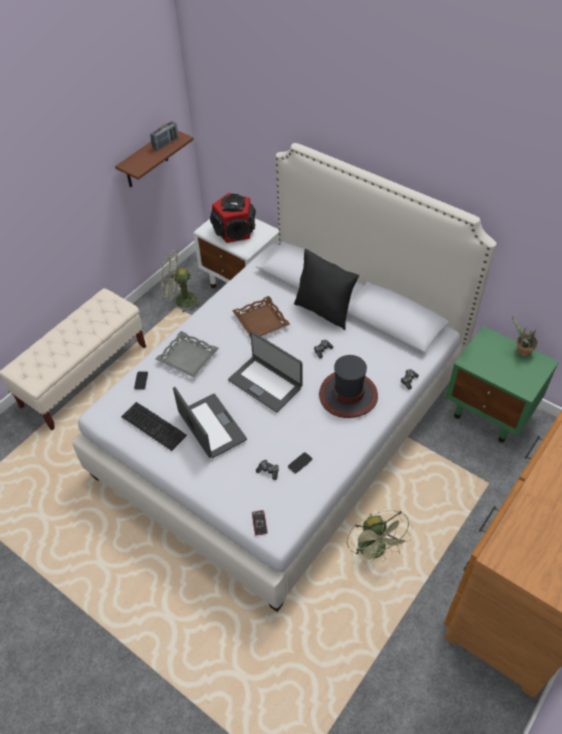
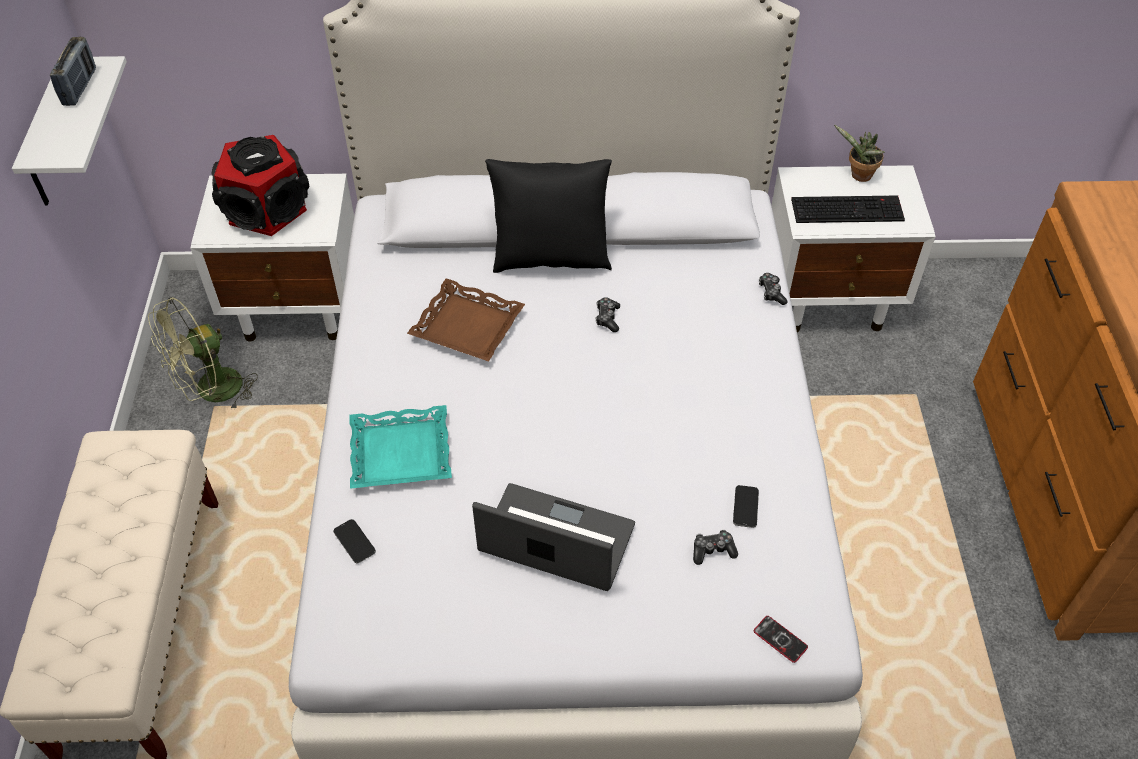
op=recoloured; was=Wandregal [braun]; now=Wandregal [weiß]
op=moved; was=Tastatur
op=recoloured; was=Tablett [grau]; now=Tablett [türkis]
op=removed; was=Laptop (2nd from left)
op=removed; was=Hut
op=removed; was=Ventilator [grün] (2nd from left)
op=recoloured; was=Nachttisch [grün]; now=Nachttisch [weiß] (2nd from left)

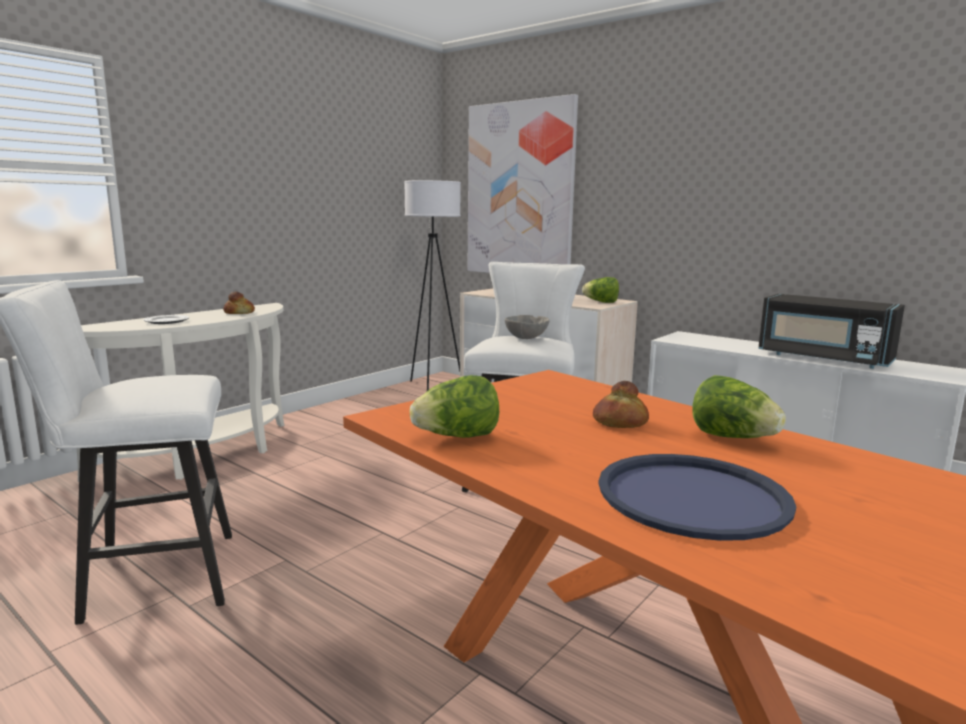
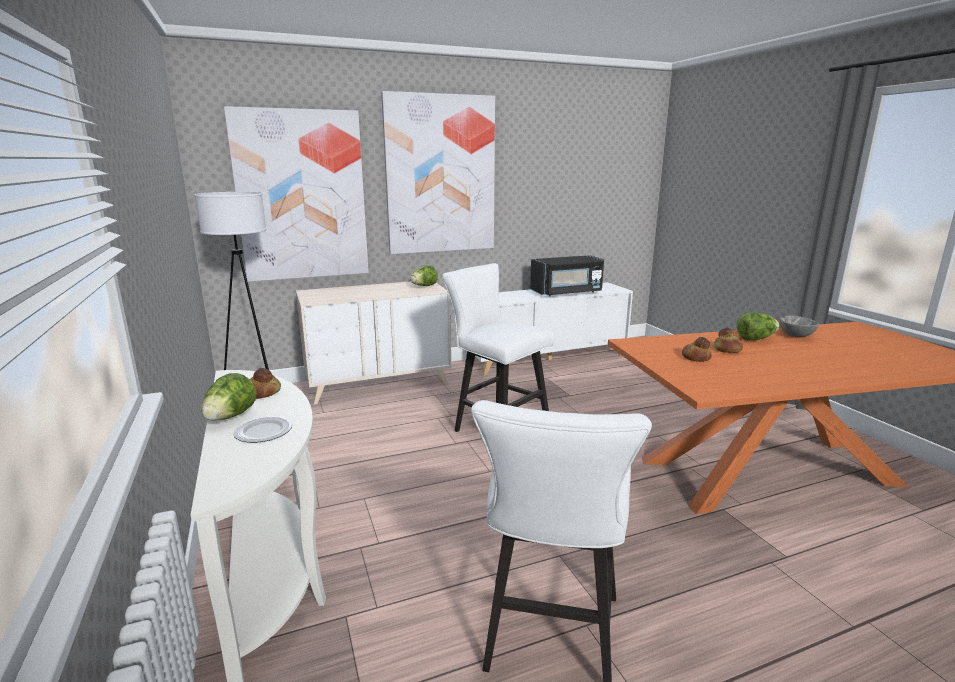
op=moved; was=Salatkopf (1st from left)
op=moved; was=Schüssel [grau]
op=removed; was=Tablett [blau]
op=added; now=Bild (2nd from left)
op=added; now=Brot (2nd from left)

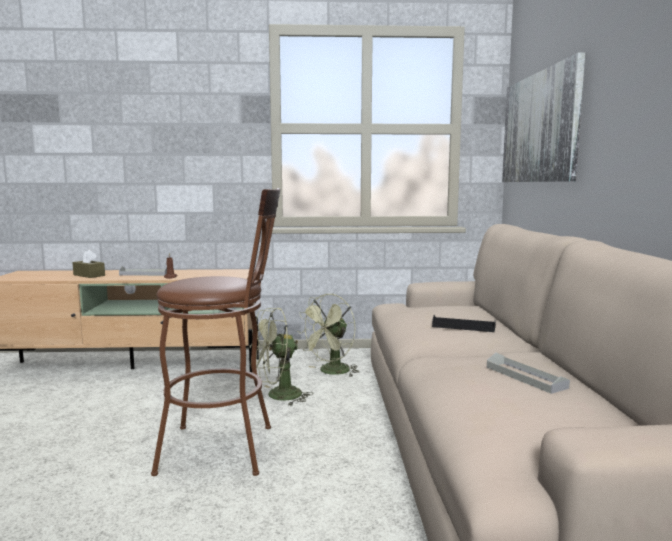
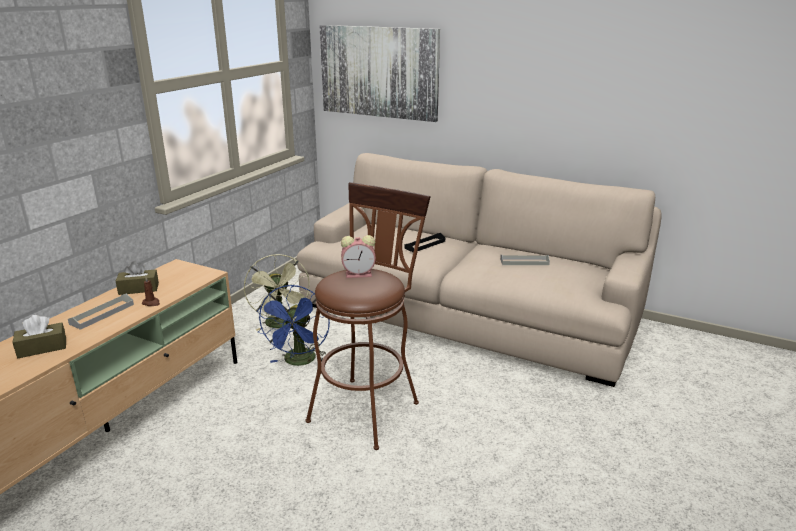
op=recoloured; was=Ventilator [grün] (1st from left); now=Ventilator [blau]
op=added; now=Taschentuchbox [braun] (2nd from left)
op=added; now=Wecker

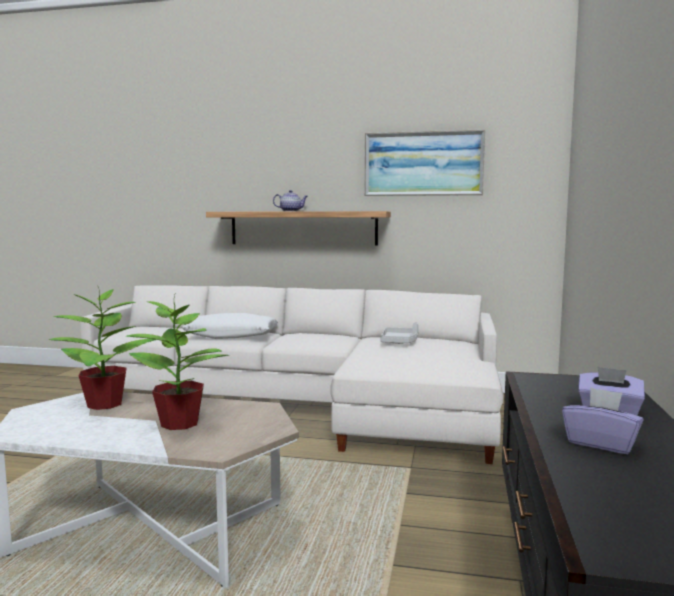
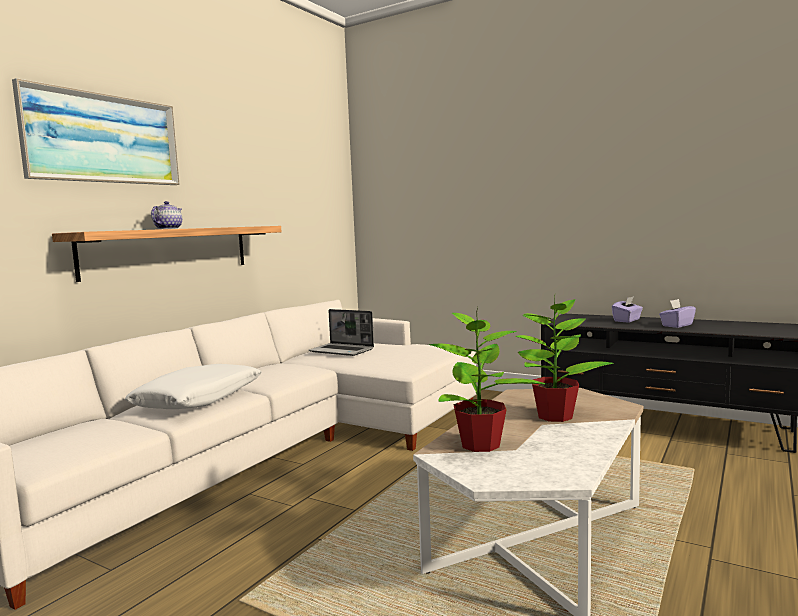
op=moved; was=Bild
op=replaced; was=Tablett [grau]; now=Laptop

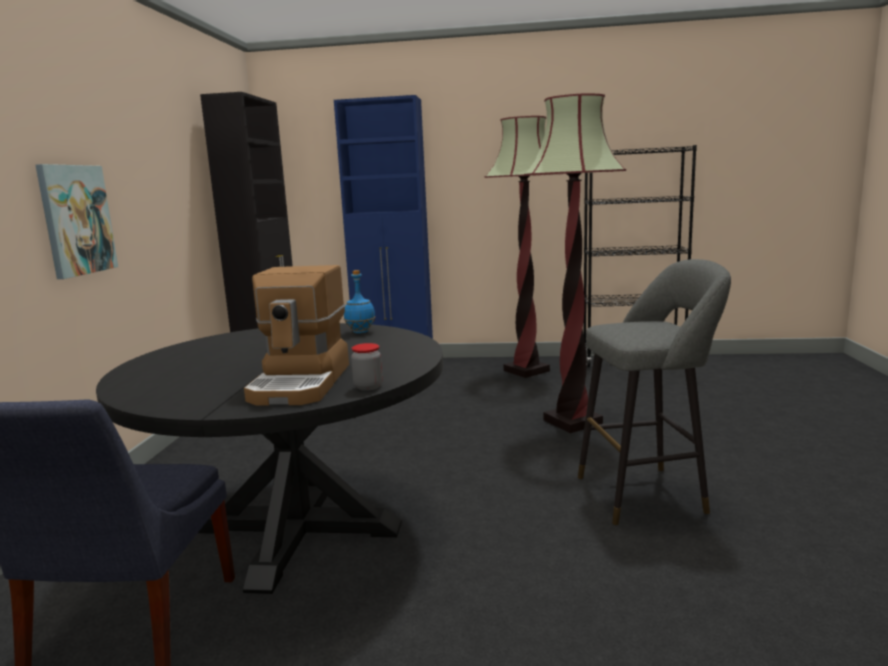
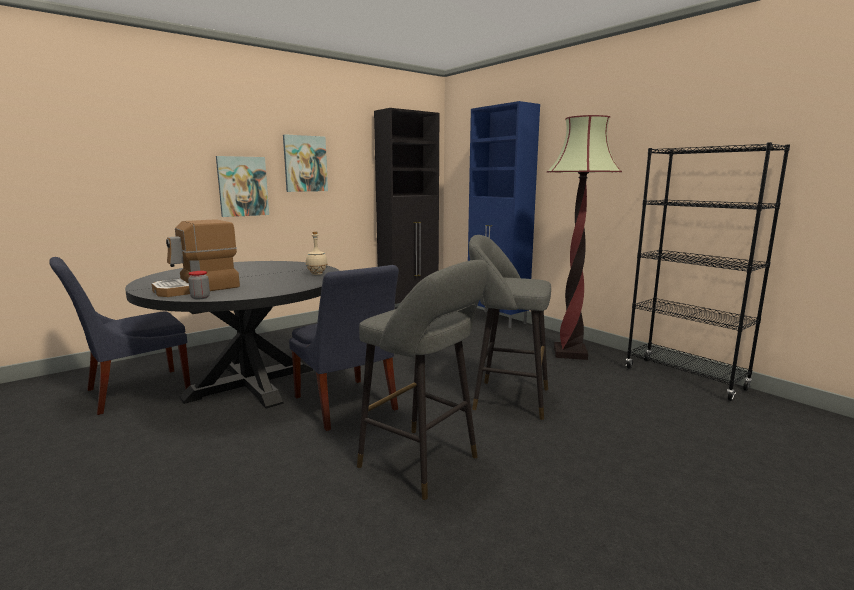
op=recoloured; was=Flasche [blau]; now=Flasche [beige]
op=replaced; was=Stehlampe (2nd from left); now=Hocker [grau] (2nd from left)
op=added; now=Bild (2nd from left)
op=added; now=Stuhl [blau] (2nd from left)

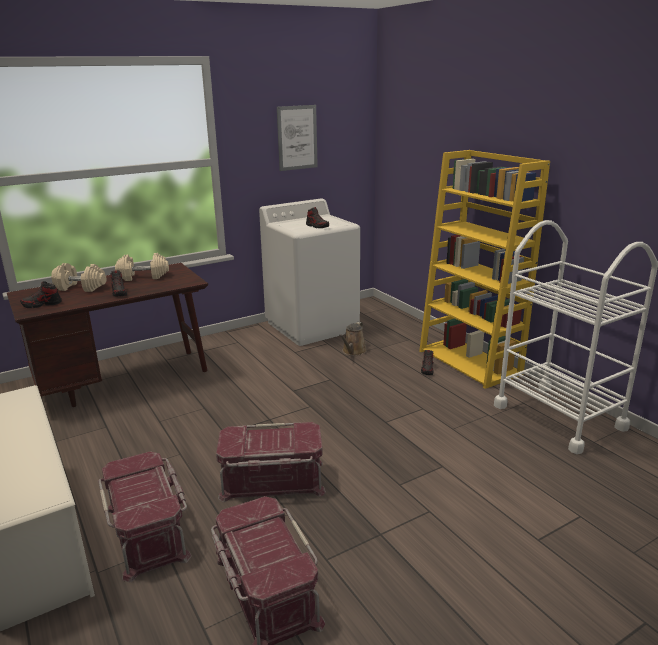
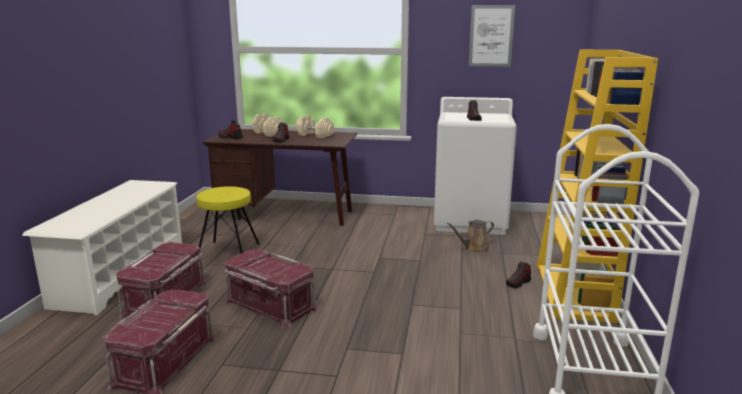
op=added; now=Hocker [gelb]

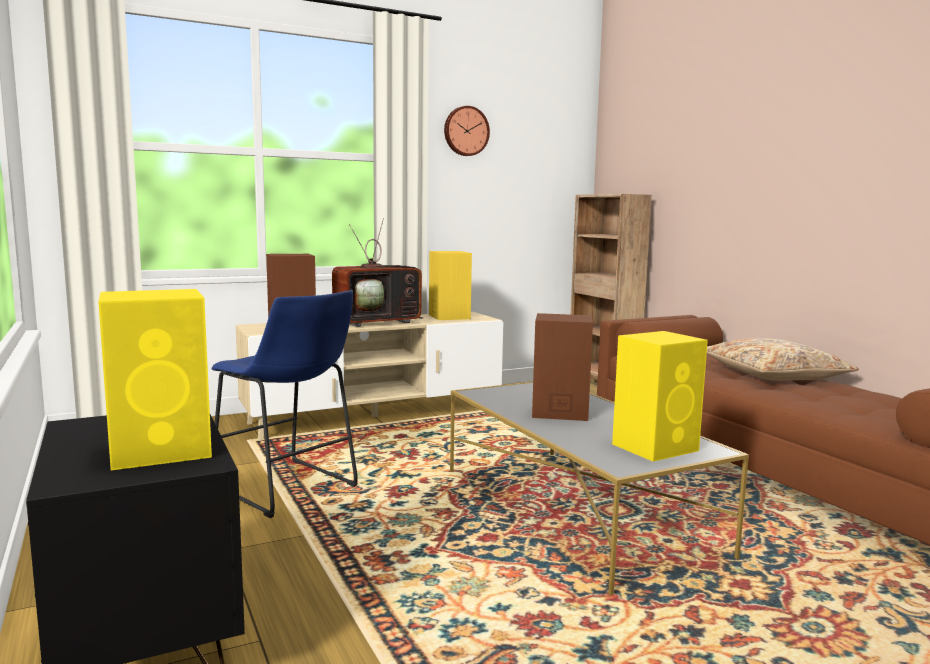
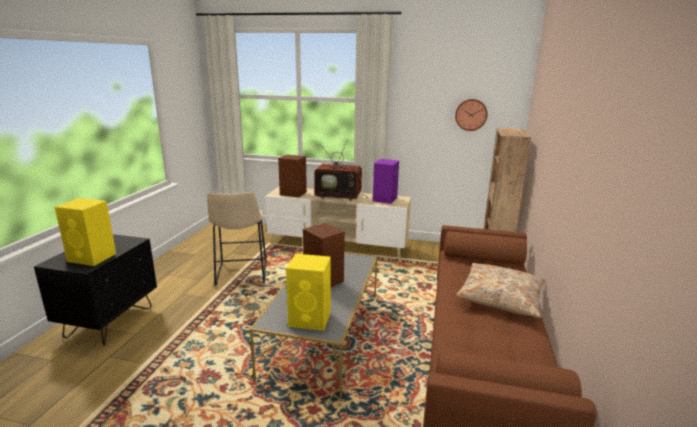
op=recoloured; was=Hocker [blau]; now=Hocker [beige]
op=recoloured; was=Lautsprecher [gelb] (2nd from left); now=Lautsprecher [lila]
op=moved; was=Wanduhr

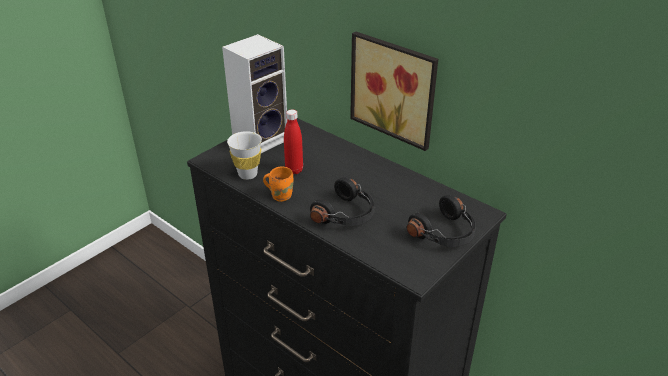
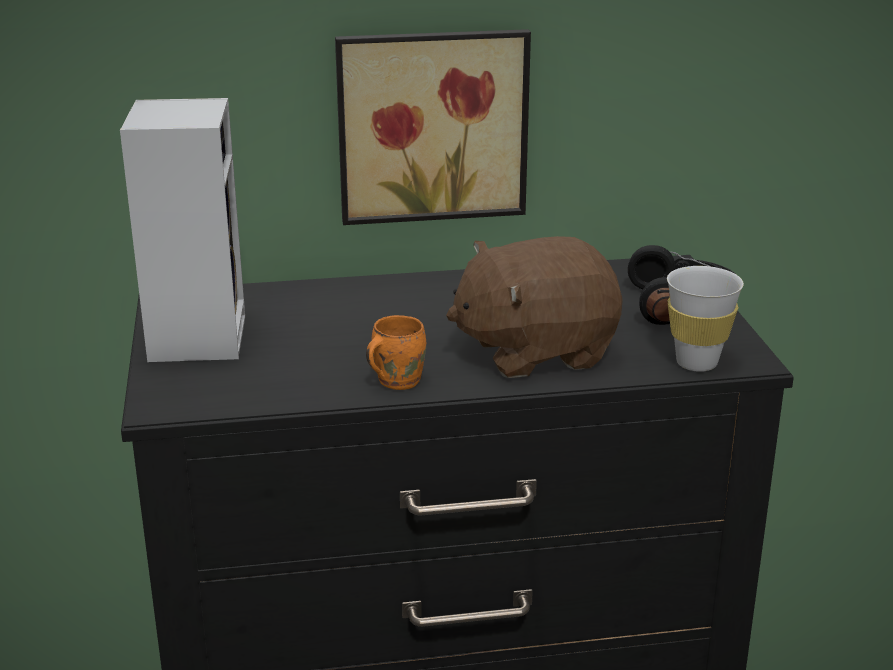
op=moved; was=Tasse [weiß]
op=removed; was=Flasche [rot]
op=replaced; was=Kopfhörer [schwarz] (1st from left); now=Plüschtier [braun]

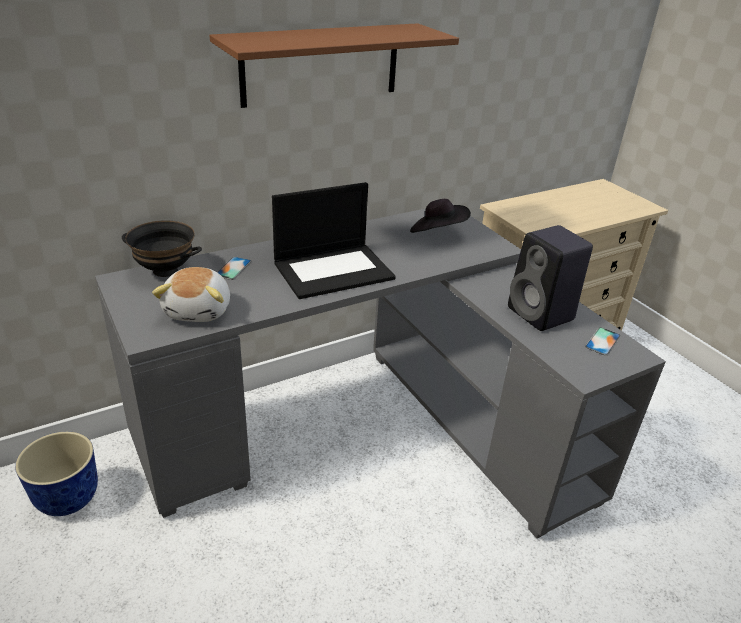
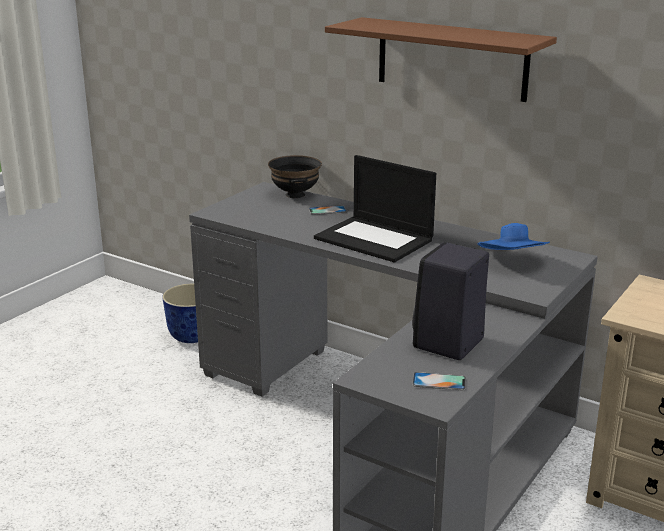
op=removed; was=Plüschtier
op=recoloured; was=Hut [schwarz]; now=Hut [blau]

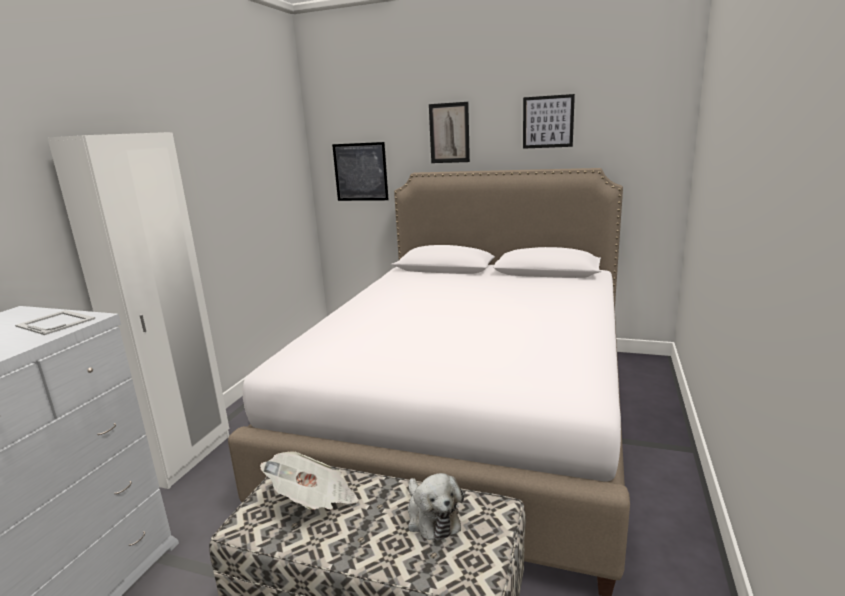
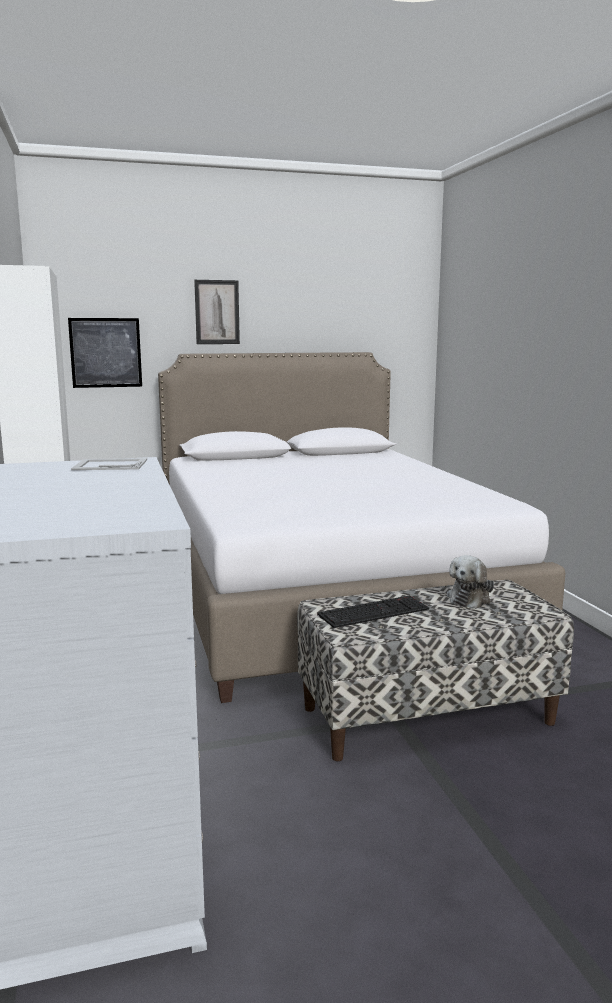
op=replaced; was=Zeitung; now=Tastatur
op=turned; was=Plüschtier; clockwise=90
op=removed; was=Bild (3rd from left)

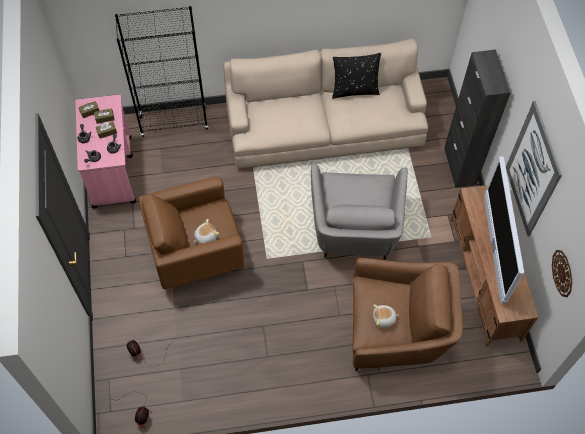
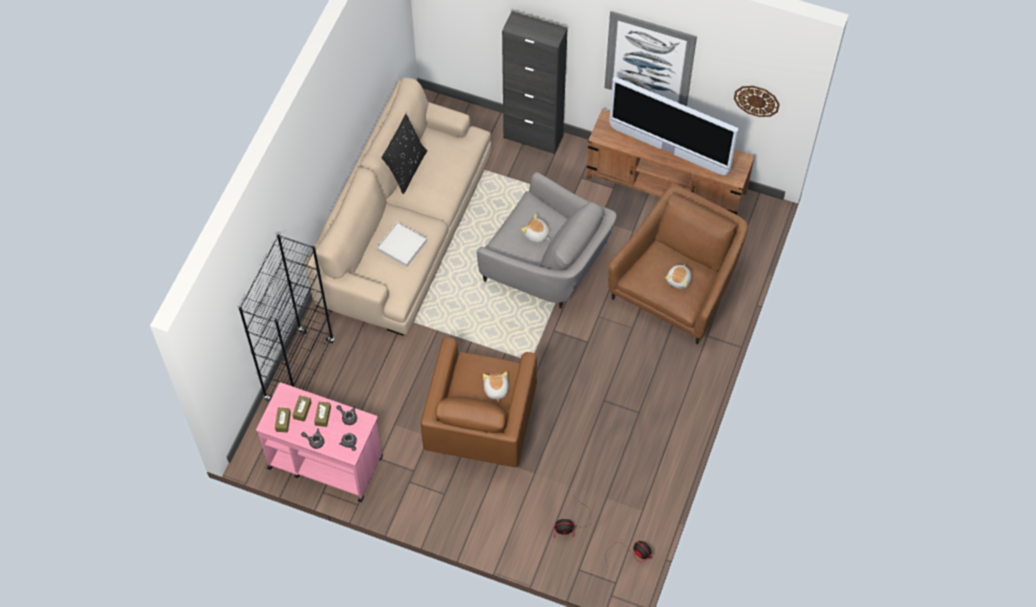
op=added; now=Tablett [weiß]
op=added; now=Plüschtier (2nd from left)

